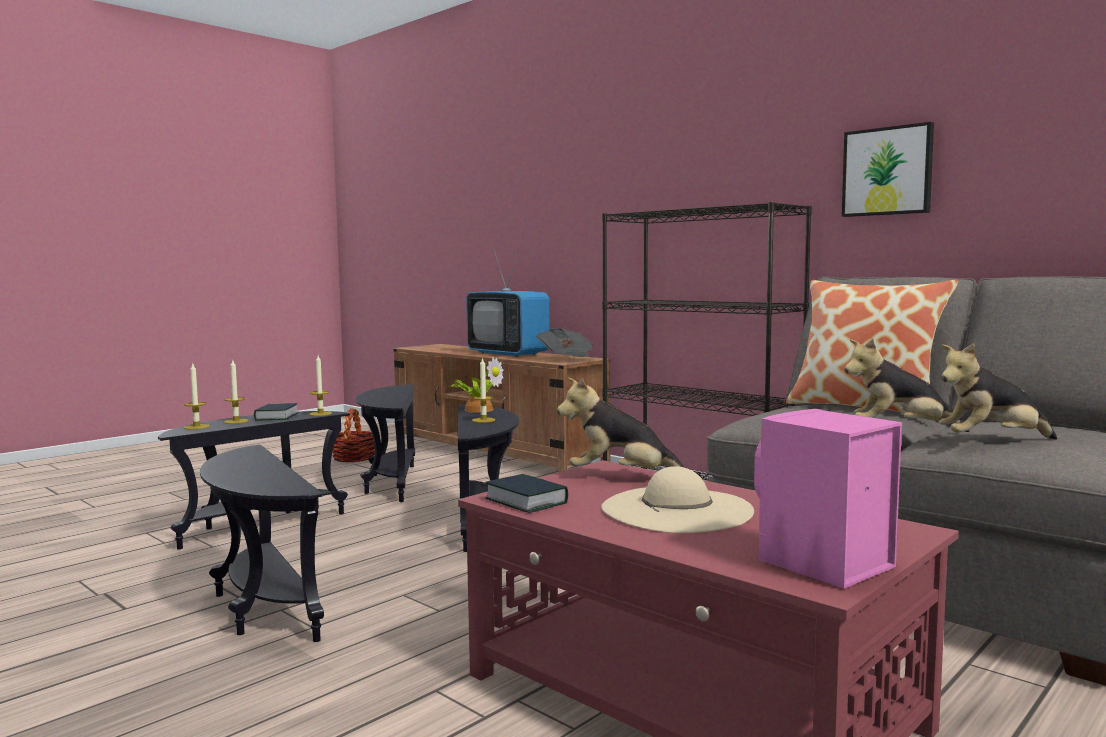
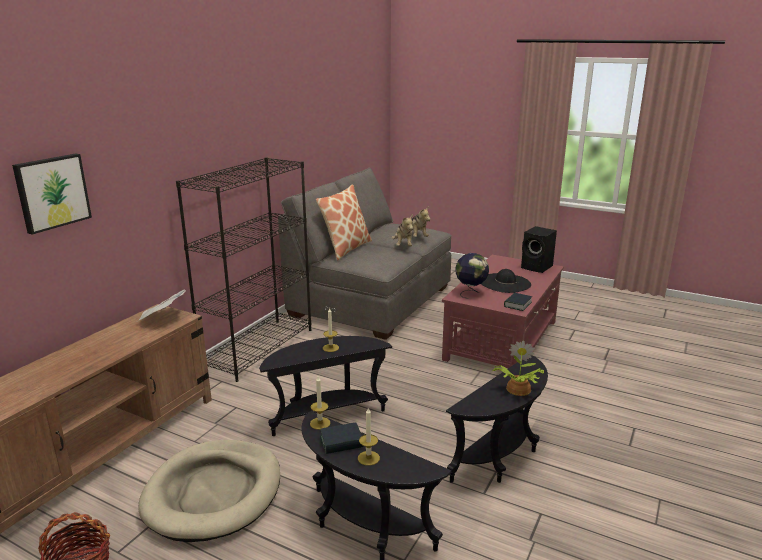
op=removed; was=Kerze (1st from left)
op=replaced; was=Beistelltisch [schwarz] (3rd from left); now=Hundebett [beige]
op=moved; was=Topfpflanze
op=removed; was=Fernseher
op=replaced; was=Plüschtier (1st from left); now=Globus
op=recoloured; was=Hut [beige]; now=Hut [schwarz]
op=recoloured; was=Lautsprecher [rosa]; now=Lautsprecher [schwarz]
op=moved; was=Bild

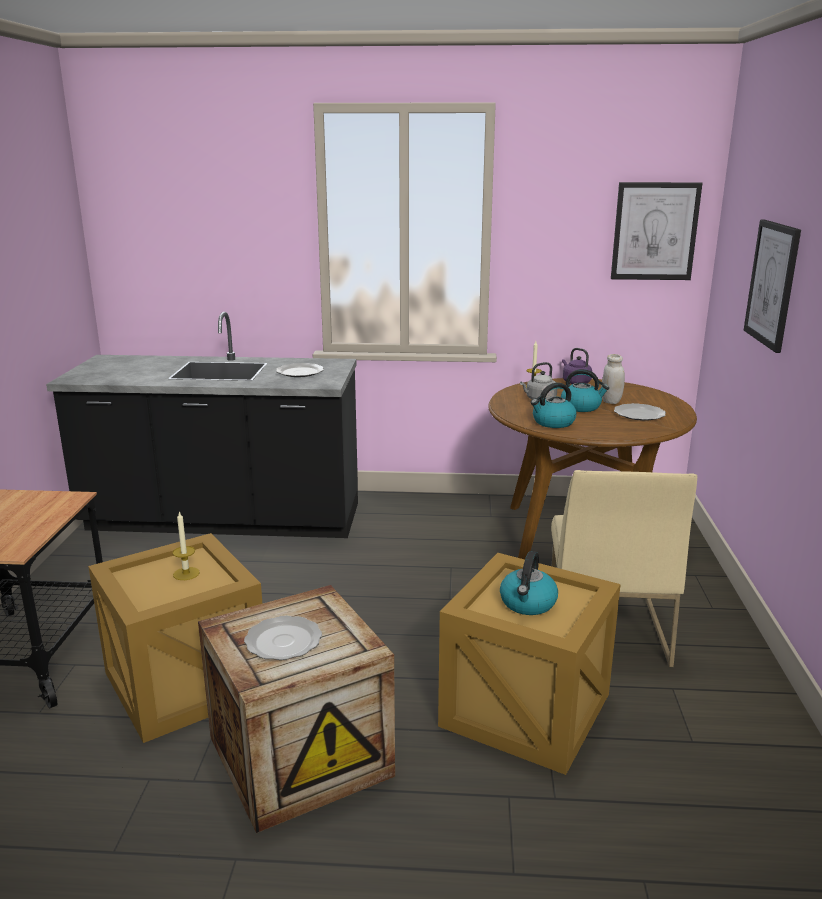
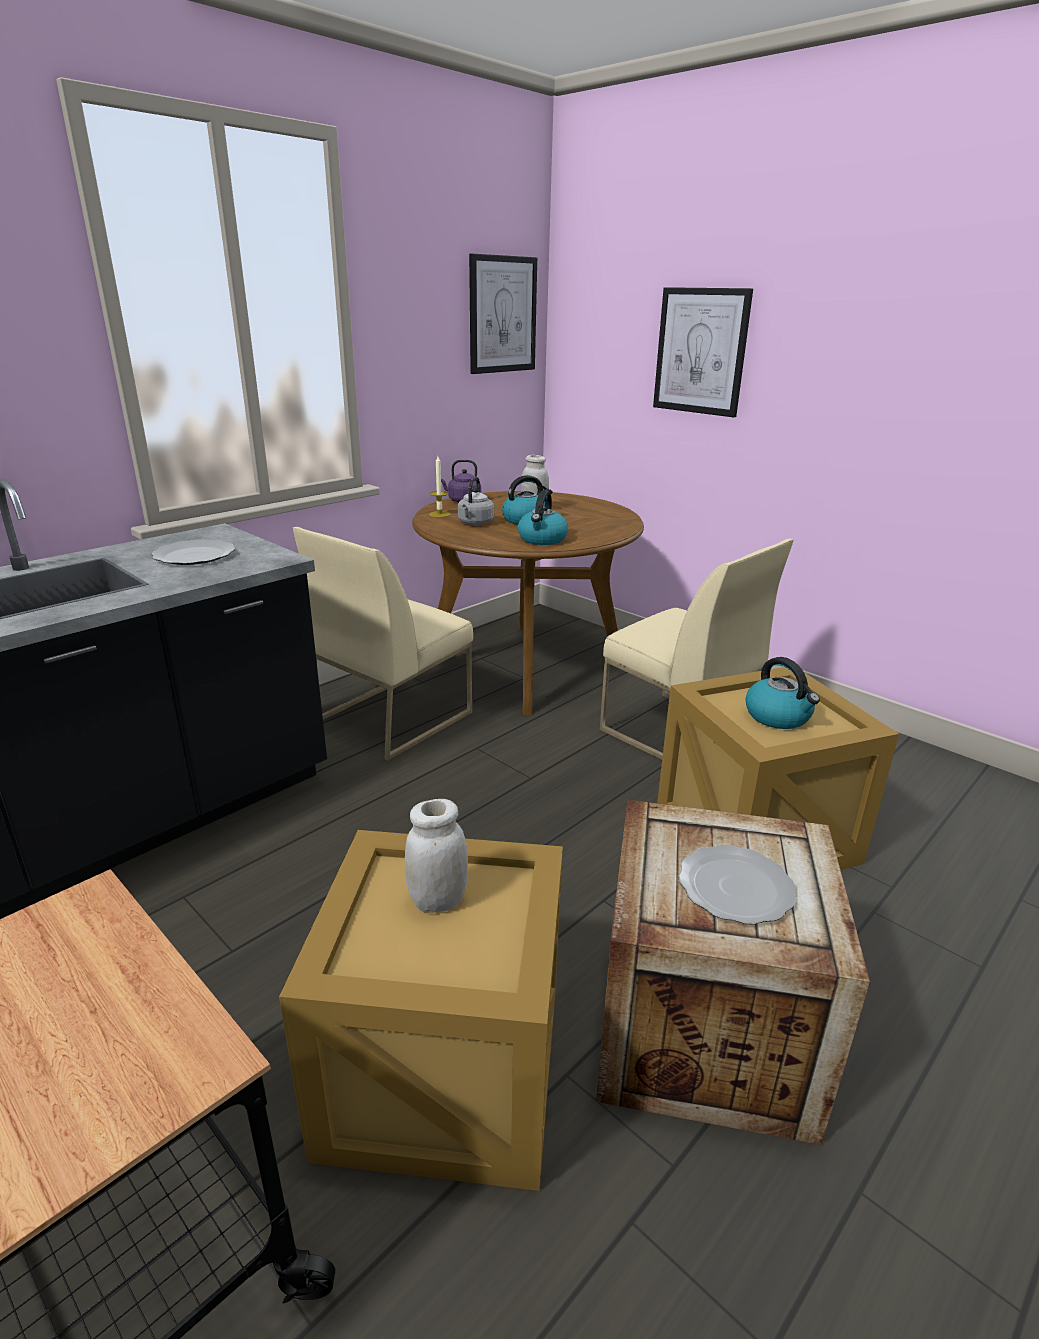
op=replaced; was=Kerze (1st from left); now=Vorratsglas [weiß] (1st from left)
op=removed; was=Teller (3rd from left)
op=added; now=Stuhl [beige] (1st from left)

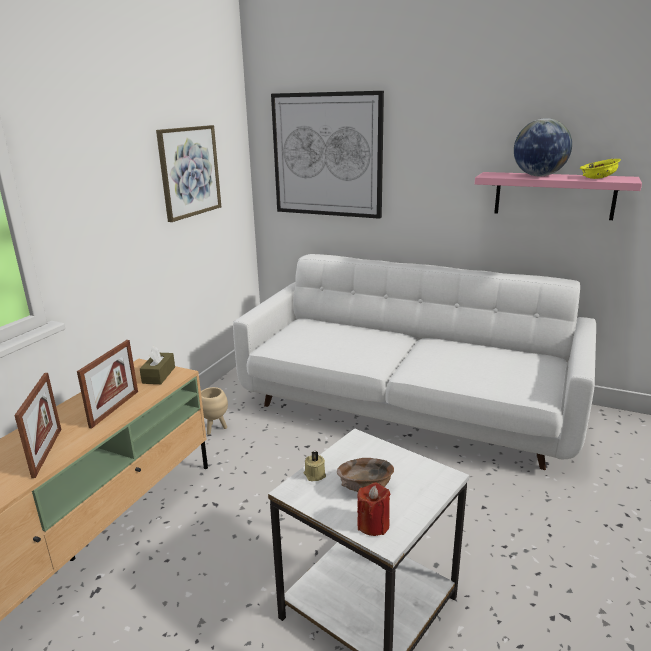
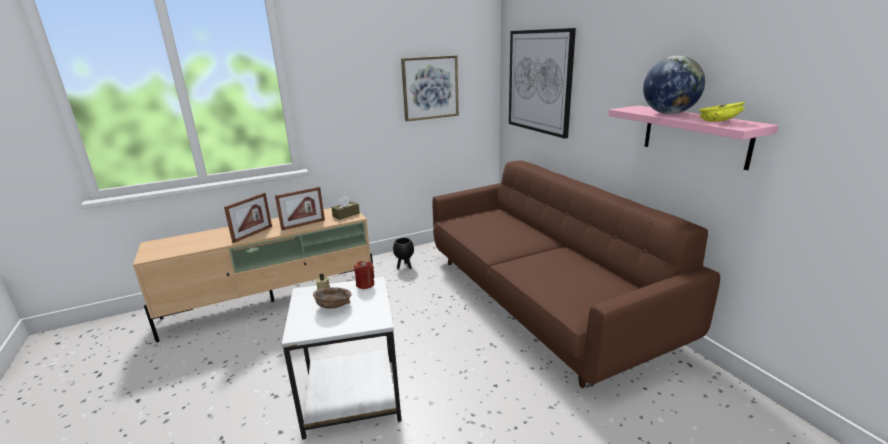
op=recoloured; was=Pflanzkübel [beige]; now=Pflanzkübel [schwarz]
op=recoloured; was=Sofa [weiß]; now=Sofa [braun]
op=moved; was=Kerze [rot]

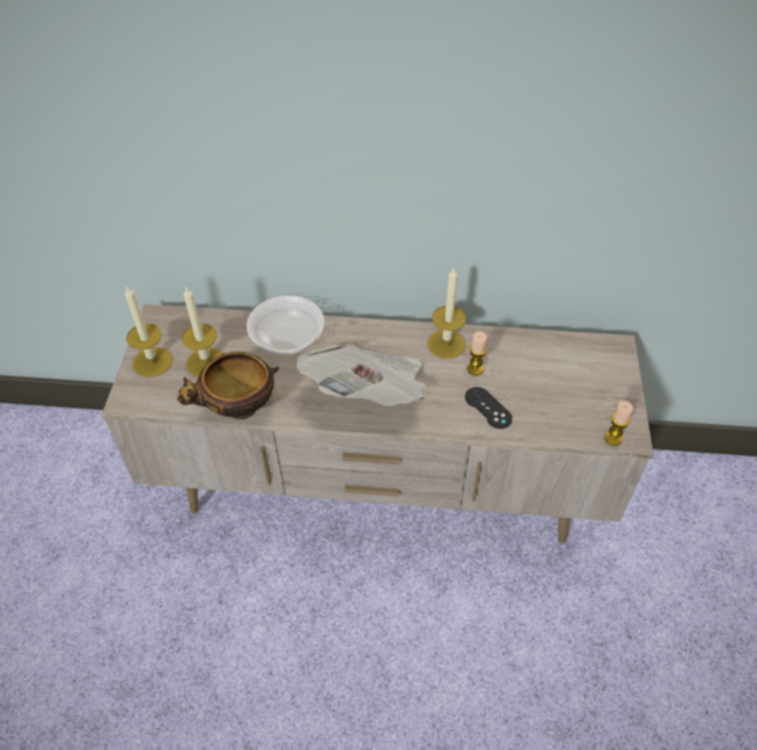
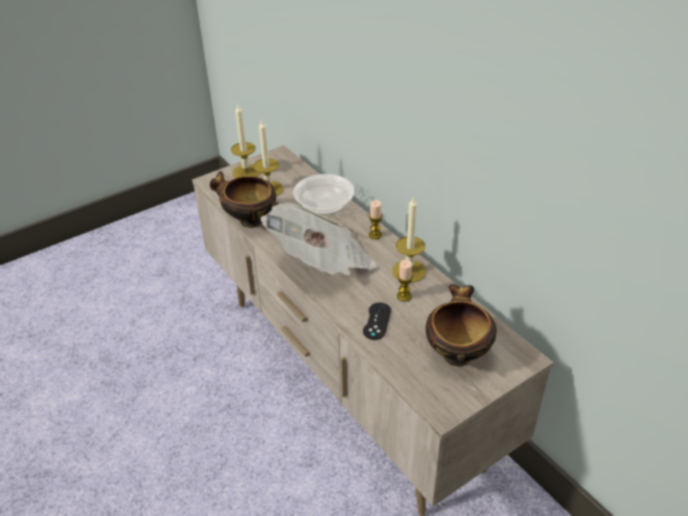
op=moved; was=Kerze (5th from left in the first image); now=Kerze (3rd from left)
op=added; now=Schüssel (3rd from left)

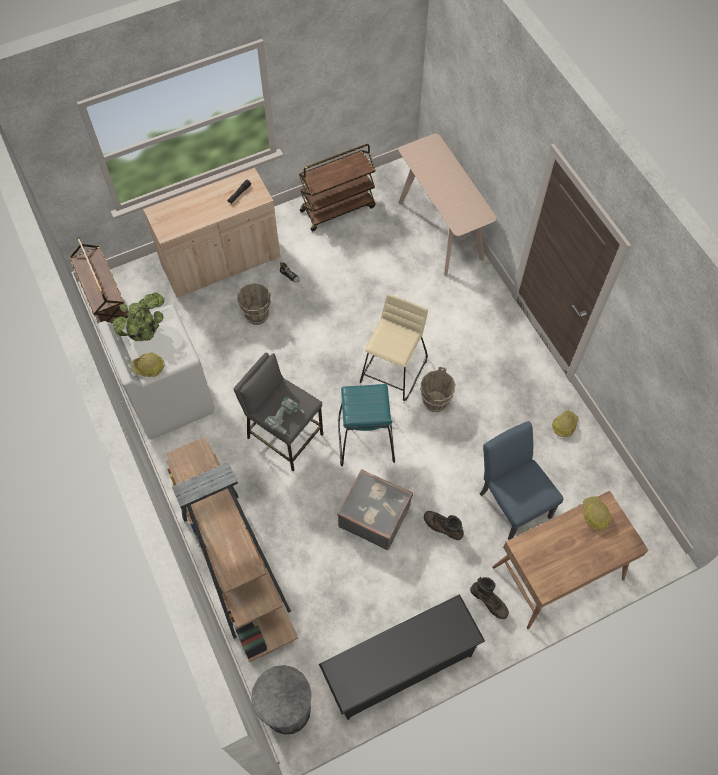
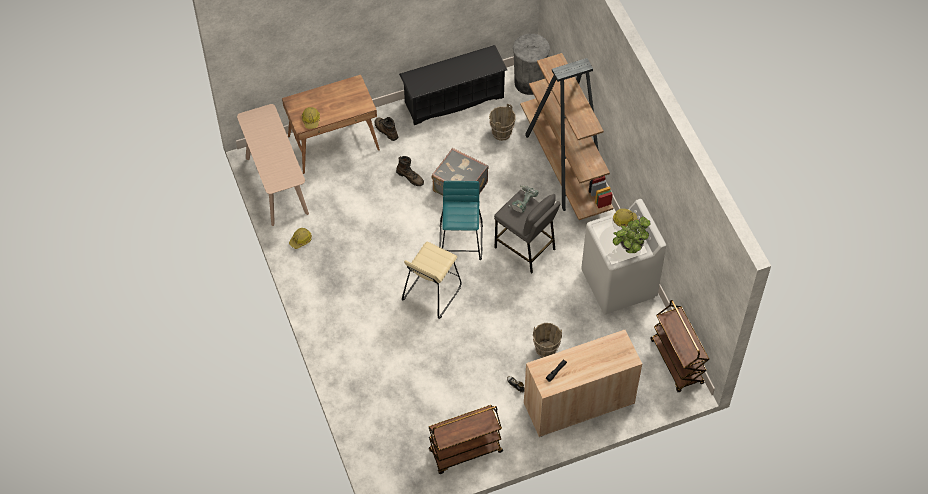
op=moved; was=Konsolentisch [beige]
op=moved; was=Eimer [braun] (2nd from left in the first image); now=Eimer [braun] (1st from left)
op=removed; was=Stuhl [blau]

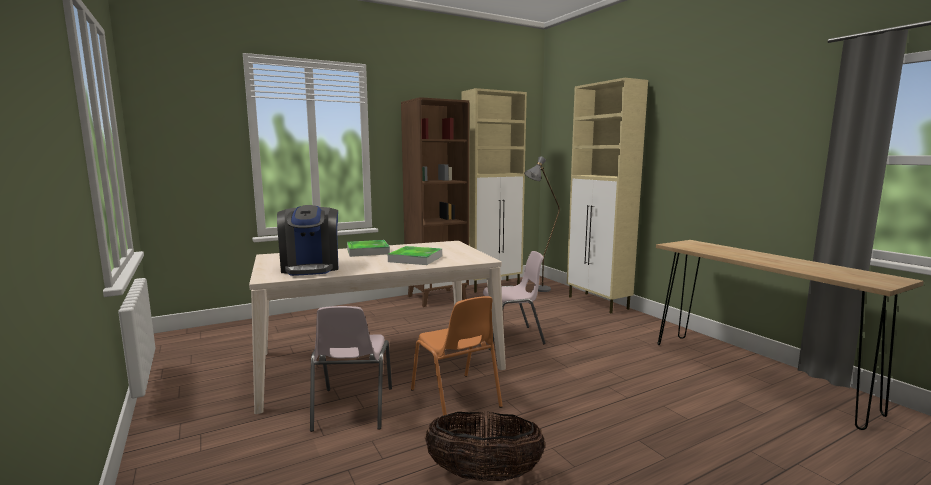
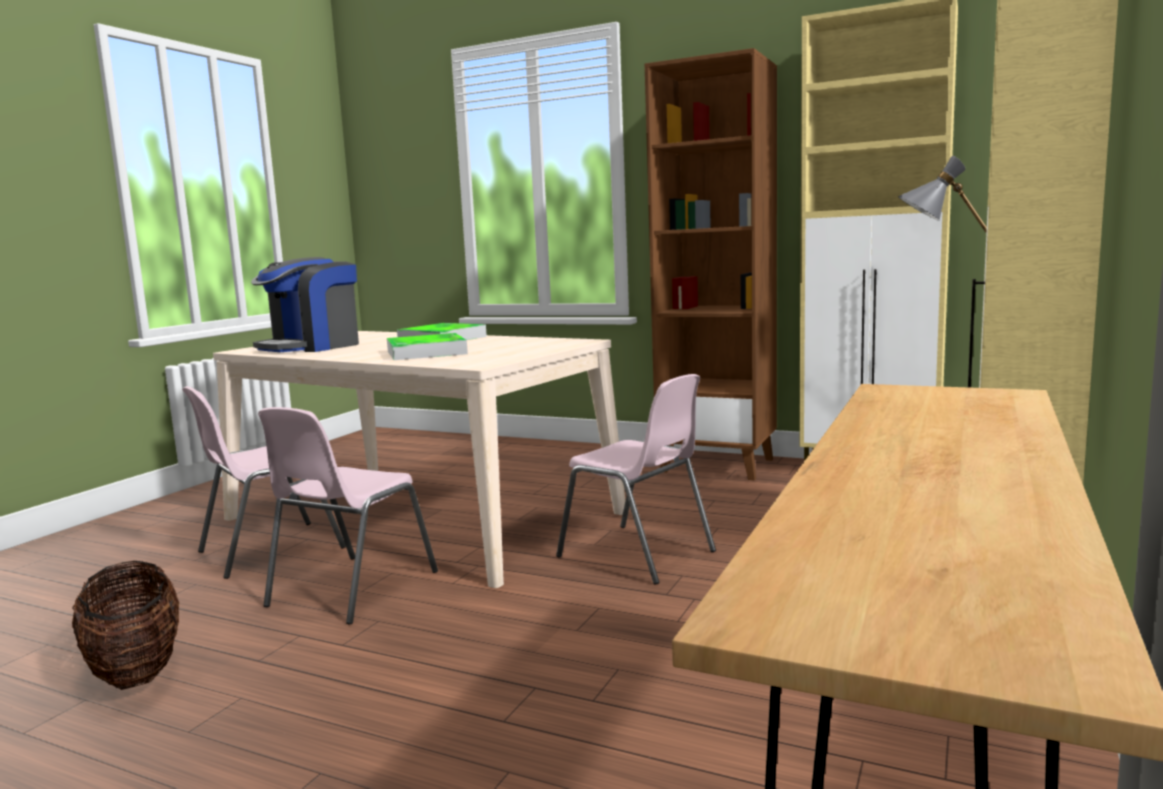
op=recoloured; was=Stuhl [orange]; now=Stuhl [rosa] (2nd from left)

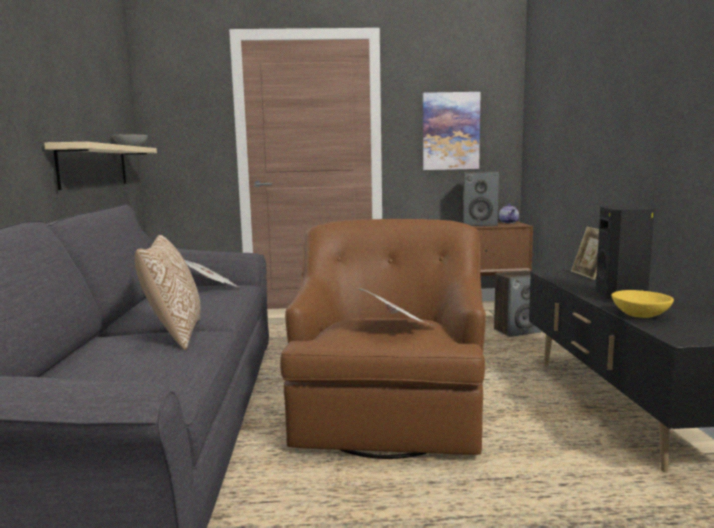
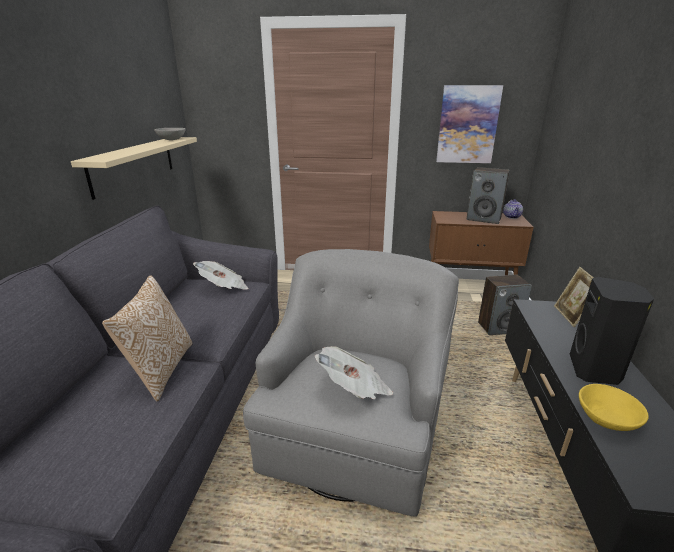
op=recoloured; was=Sessel [braun]; now=Sessel [grau]

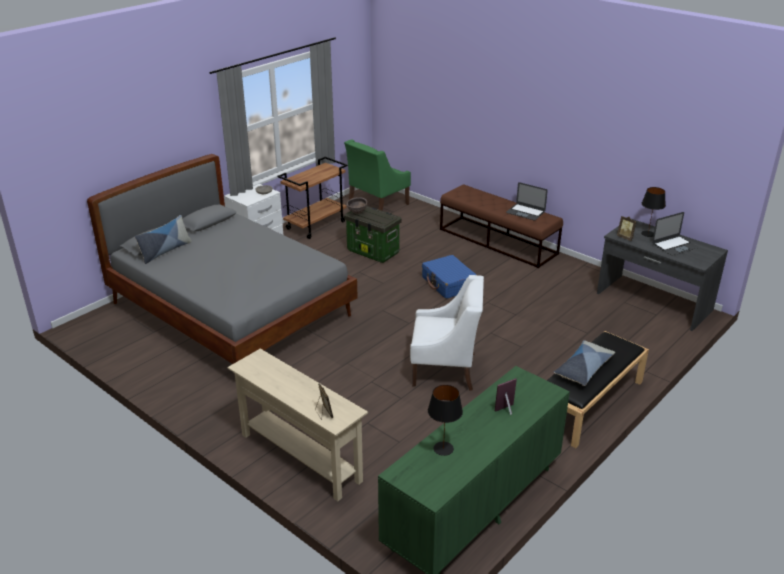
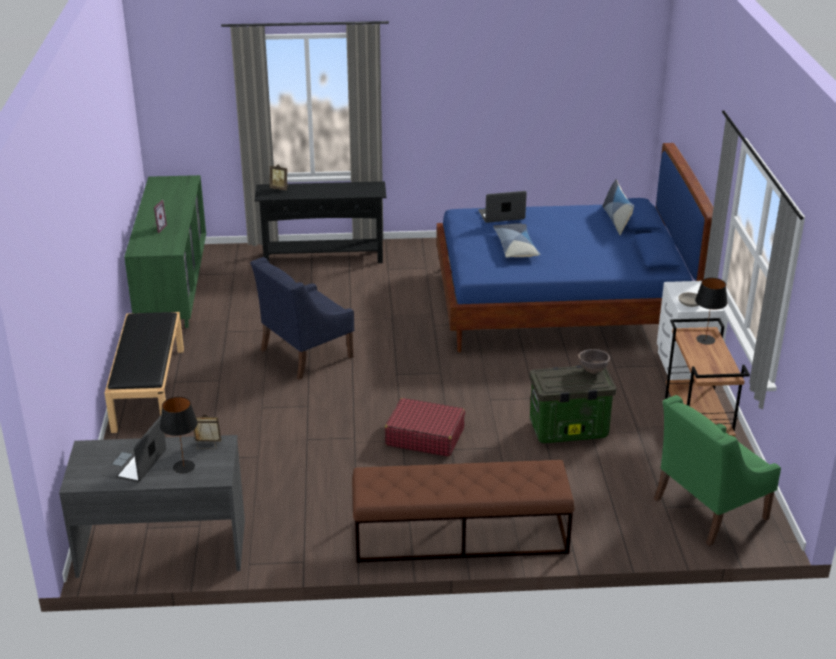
op=recoloured; was=Bett [grau]; now=Bett [blau]
op=recoloured; was=Konsolentisch [beige]; now=Konsolentisch [schwarz]
op=turned; was=Sessel [grün]; clockwise=-120
op=recoloured; was=Sessel [weiß]; now=Sessel [blau]
op=recoloured; was=Koffer [blau]; now=Koffer [rot]
op=moved; was=Tischlampe [schwarz] (1st from left in the first image); now=Tischlampe [schwarz] (2nd from left)
op=moved; was=Laptop (1st from left in the first image); now=Laptop (2nd from left)
op=moved; was=Kissen (2nd from left in the first image); now=Kissen (1st from left)

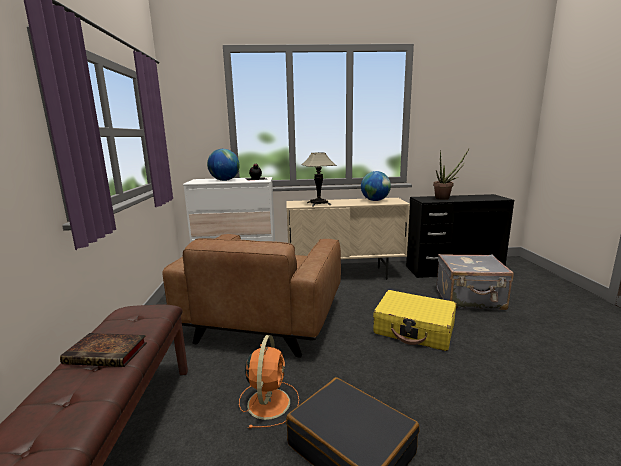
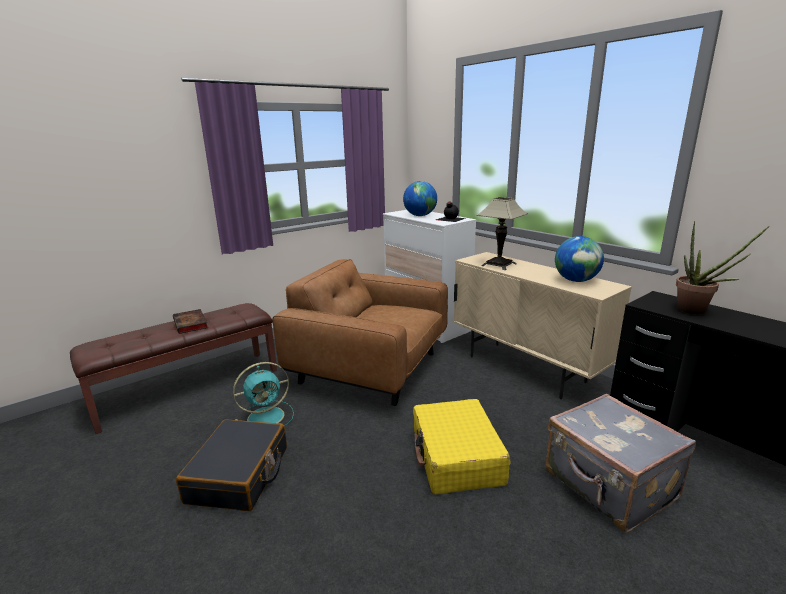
op=turned; was=Sessel [braun]; clockwise=45
op=recoloured; was=Ventilator [orange]; now=Ventilator [türkis]

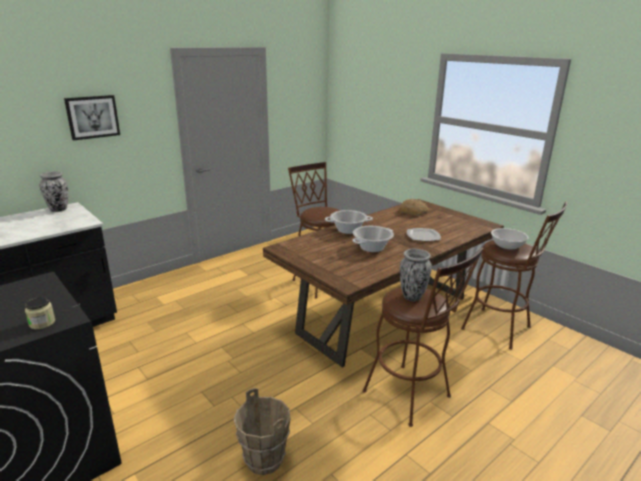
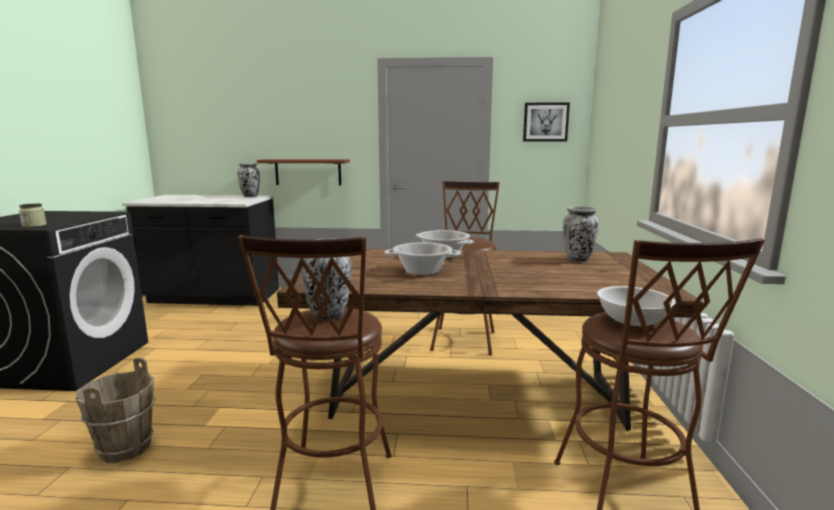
op=moved; was=Bild
op=replaced; was=Brot; now=Vase (3rd from left)
op=removed; was=Teller
op=added; now=Wandregal [braun]

